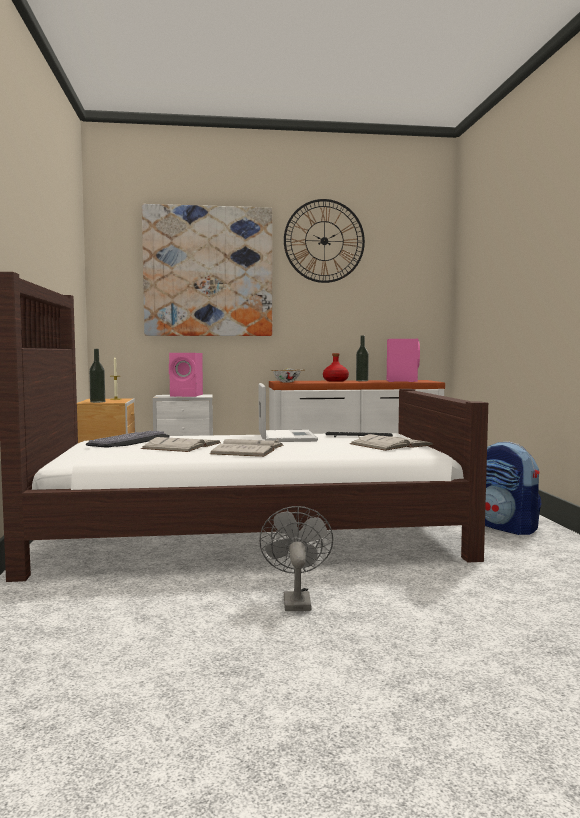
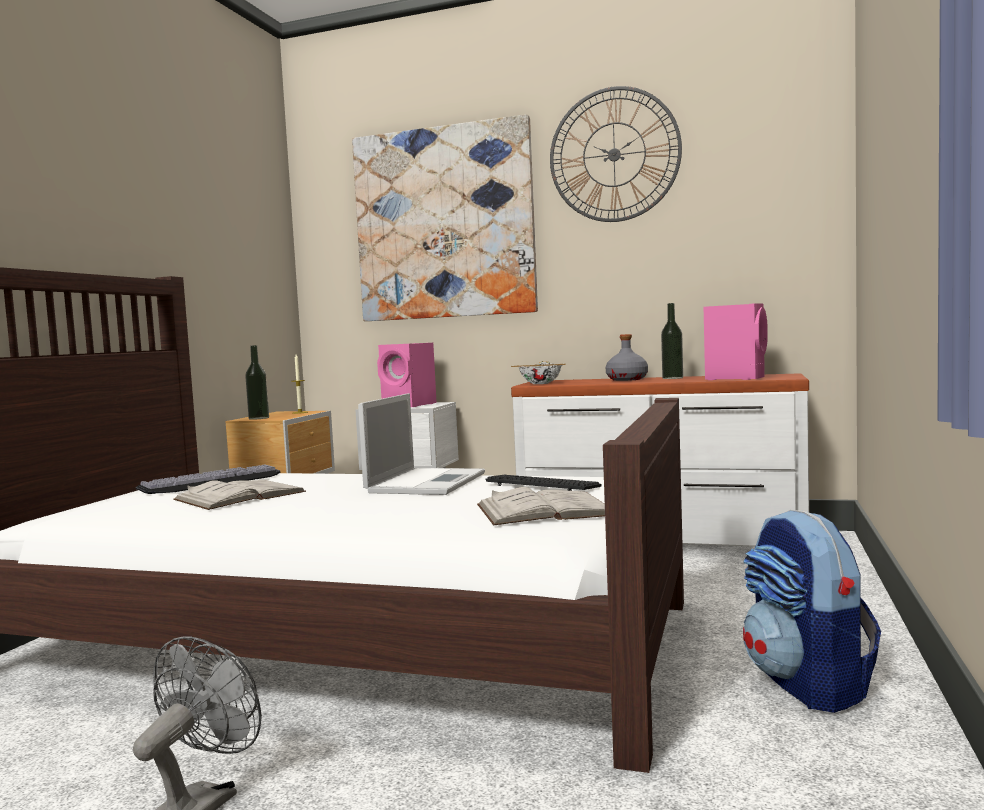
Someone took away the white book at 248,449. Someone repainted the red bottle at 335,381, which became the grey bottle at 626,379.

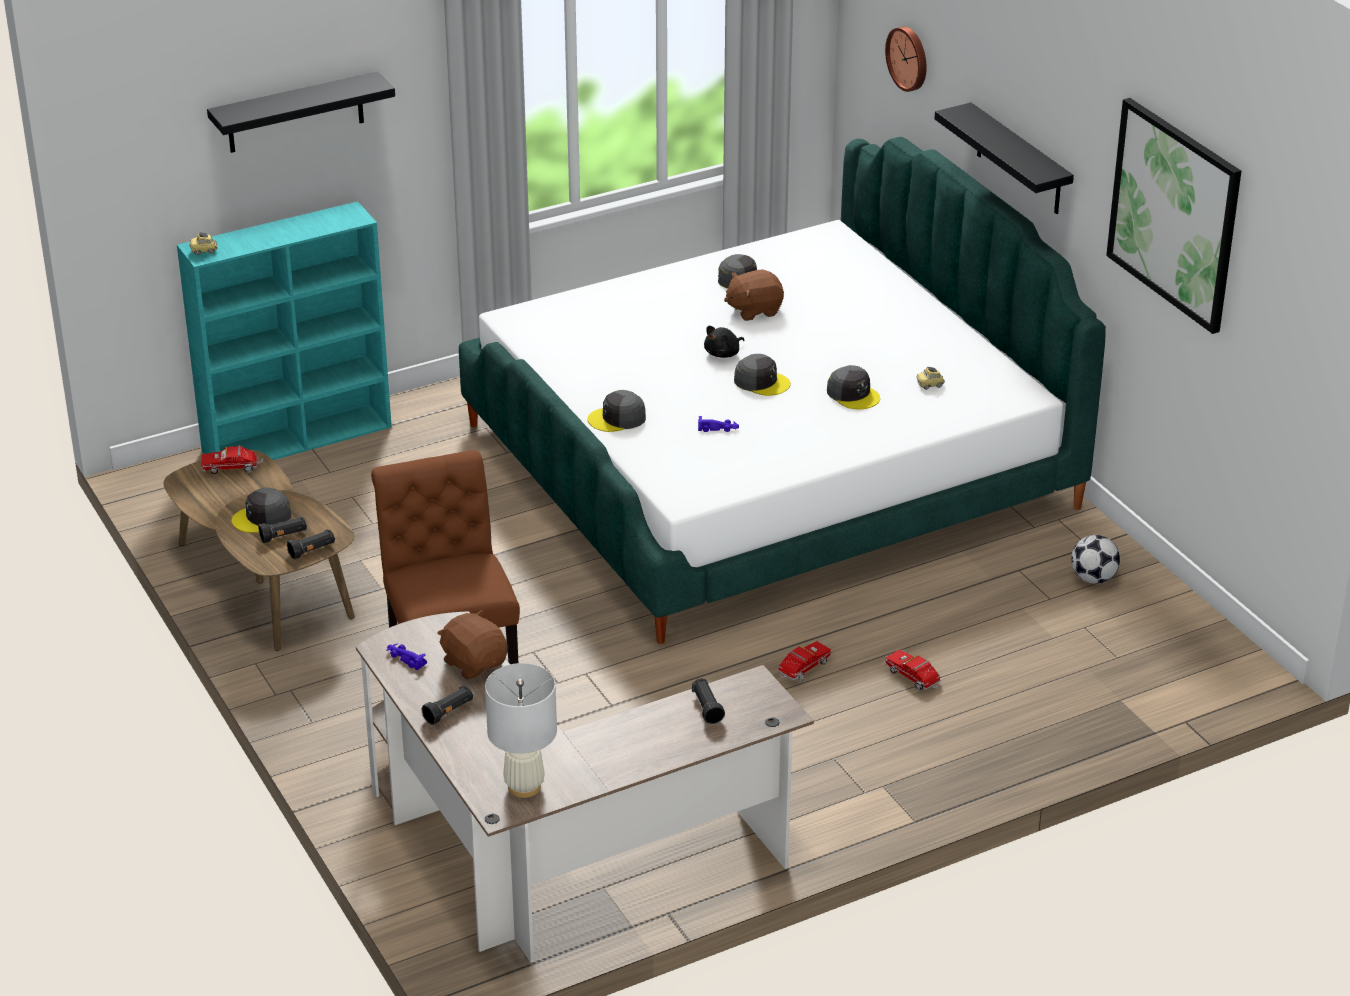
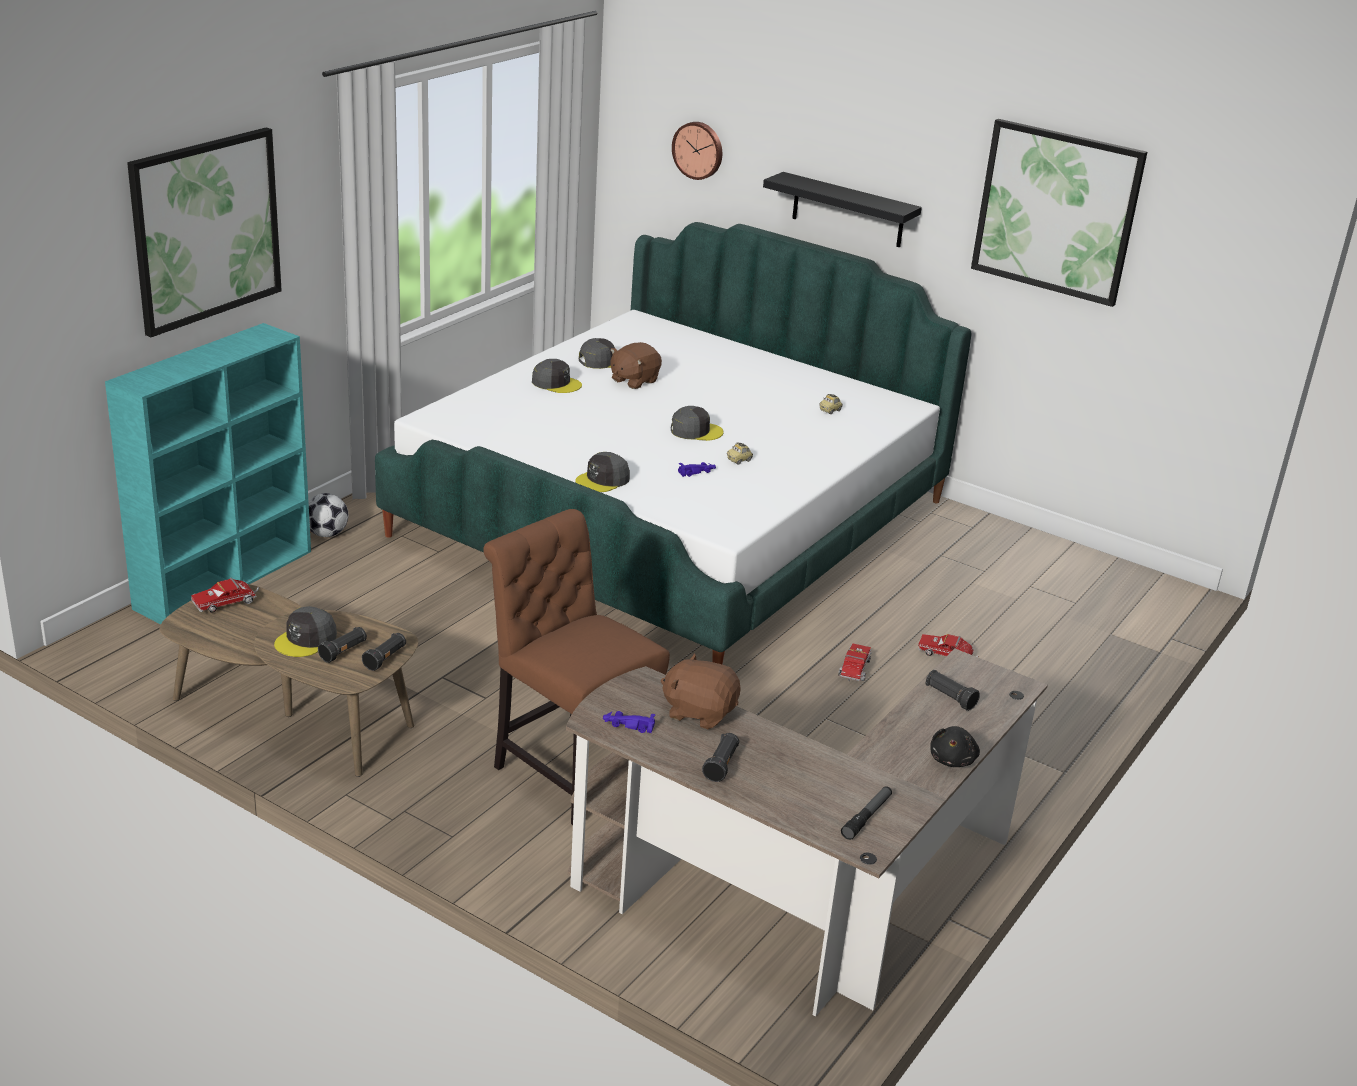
Someone carried the toy car from 204,251 to 739,460. Someone carried the black plush toy from 723,353 to 952,759. Someone carried the grey cap from 853,394 to 556,383. Someone carried the football from 1093,578 to 326,534. Someone swapped the black shelf at 295,113 for the picture at 206,229. Someone swapped the white table lamp at 524,787 for the flashlight at 867,817.

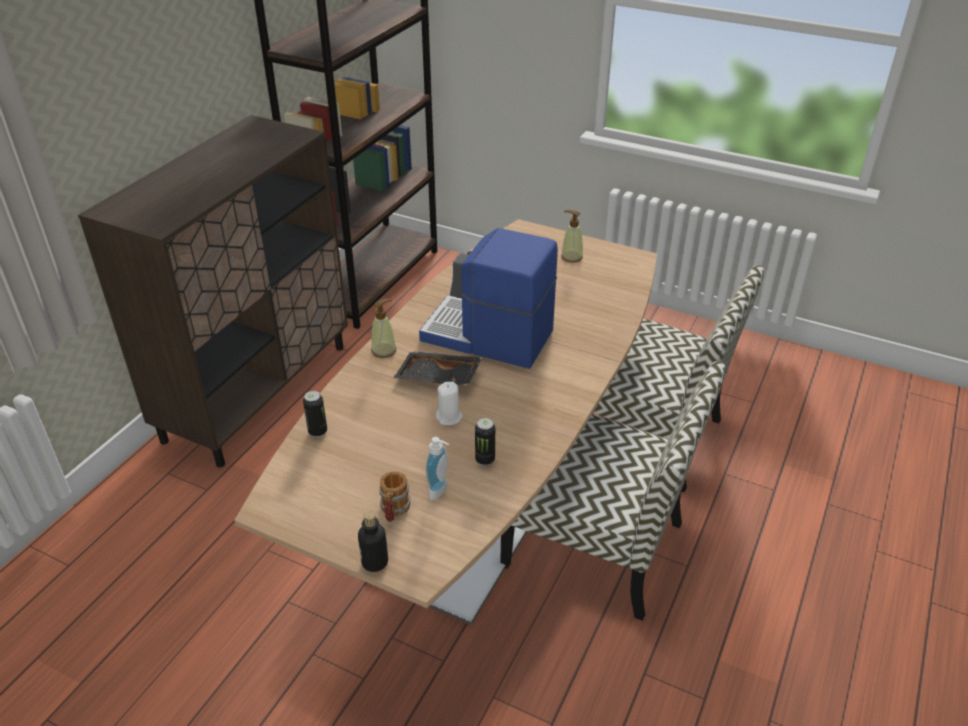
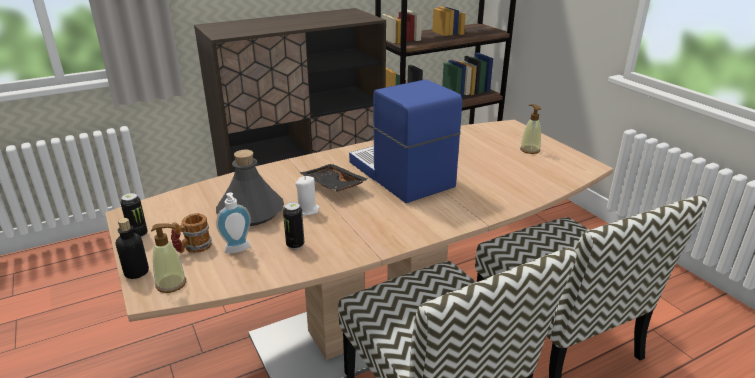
Someone put down the grey bottle at 251,212. Someone carried the can from 318,431 to 138,235. Someone carried the soap dispenser from 384,350 to 171,284.

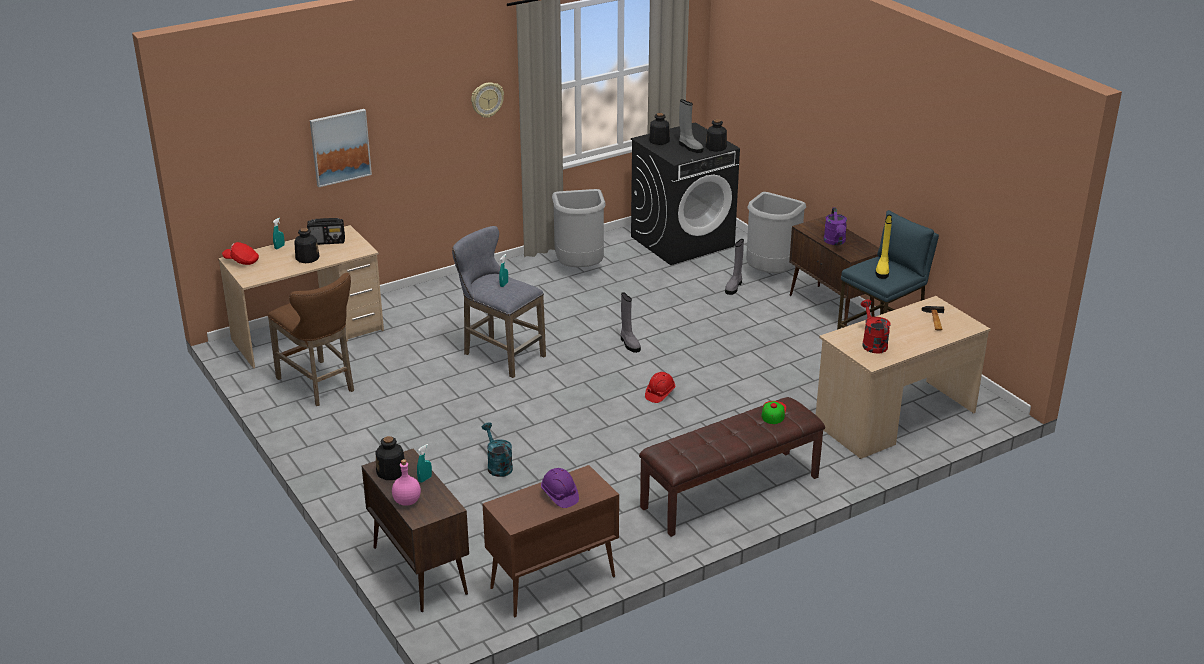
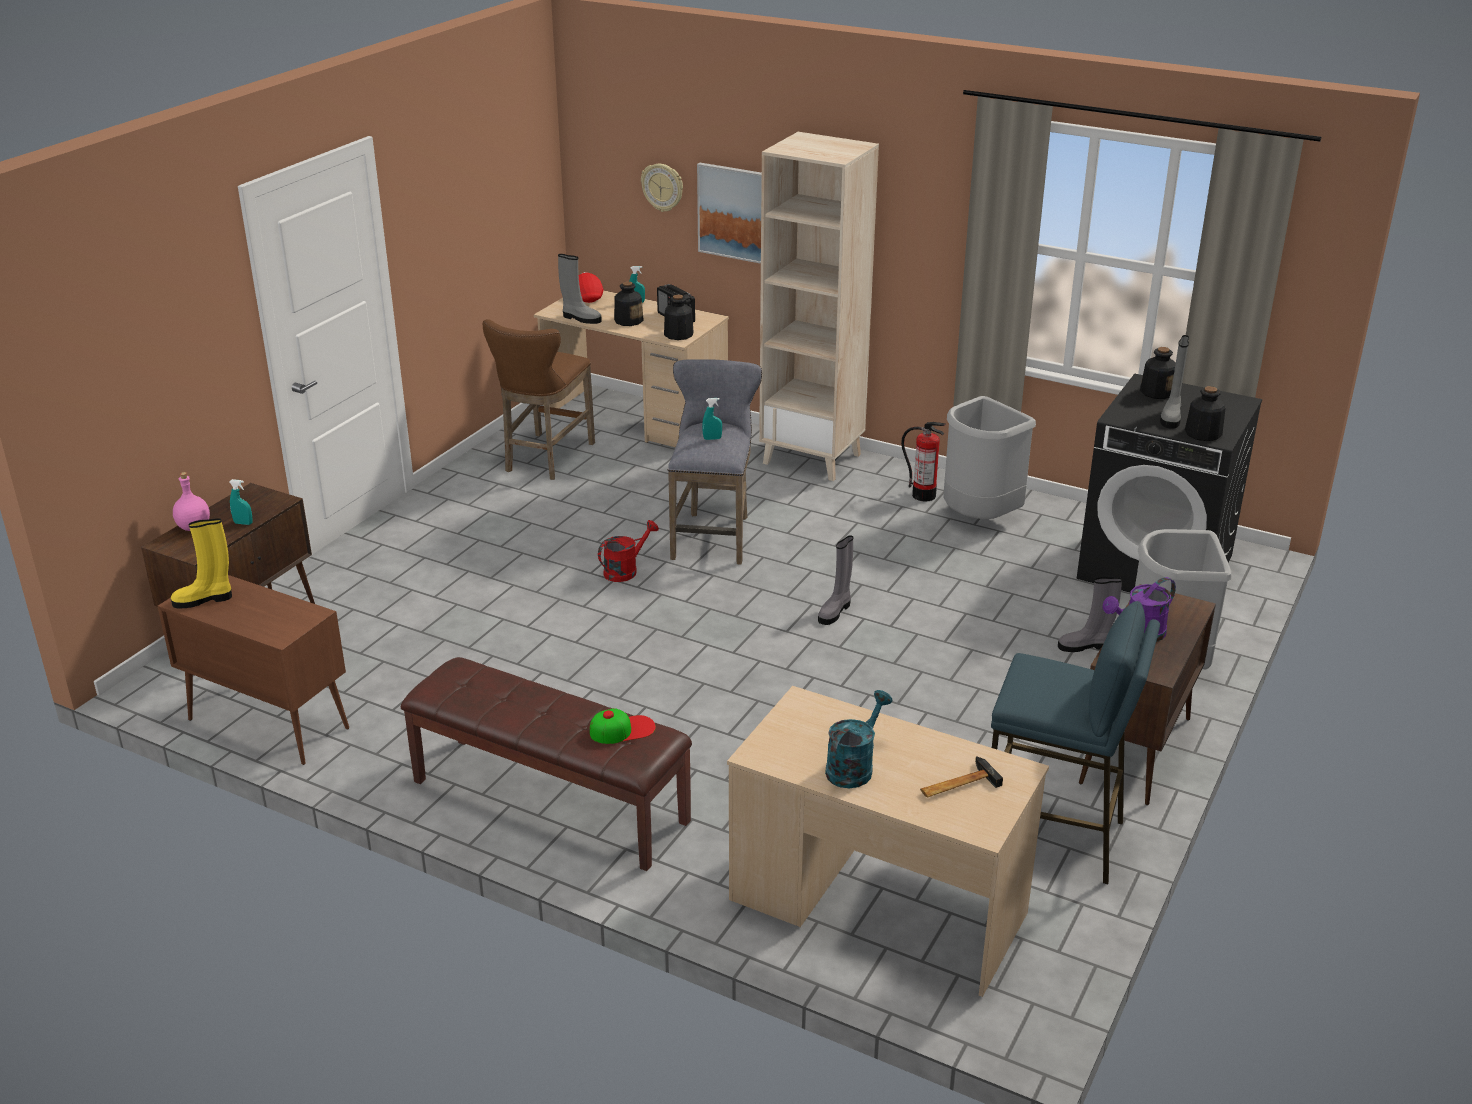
Someone took away the purple hard hat at 559,495. Someone took away the red hard hat at 659,394. Someone put down the grey boot at 580,318. Someone put down the beige bookcase at 813,459. Someone put down the fire extinguisher at 923,495. Someone carried the bottle from 391,472 to 678,334. Someone carried the wall clock from 487,99 to 663,187. Someone carried the turquoise watering can from 497,465 to 853,767. Someone carried the red watering can from 872,343 to 625,570. Someone carried the yellow boot from 882,270 to 204,599.

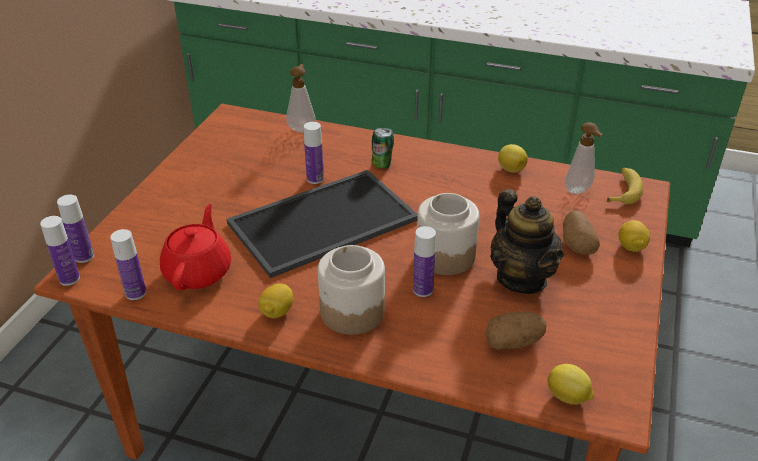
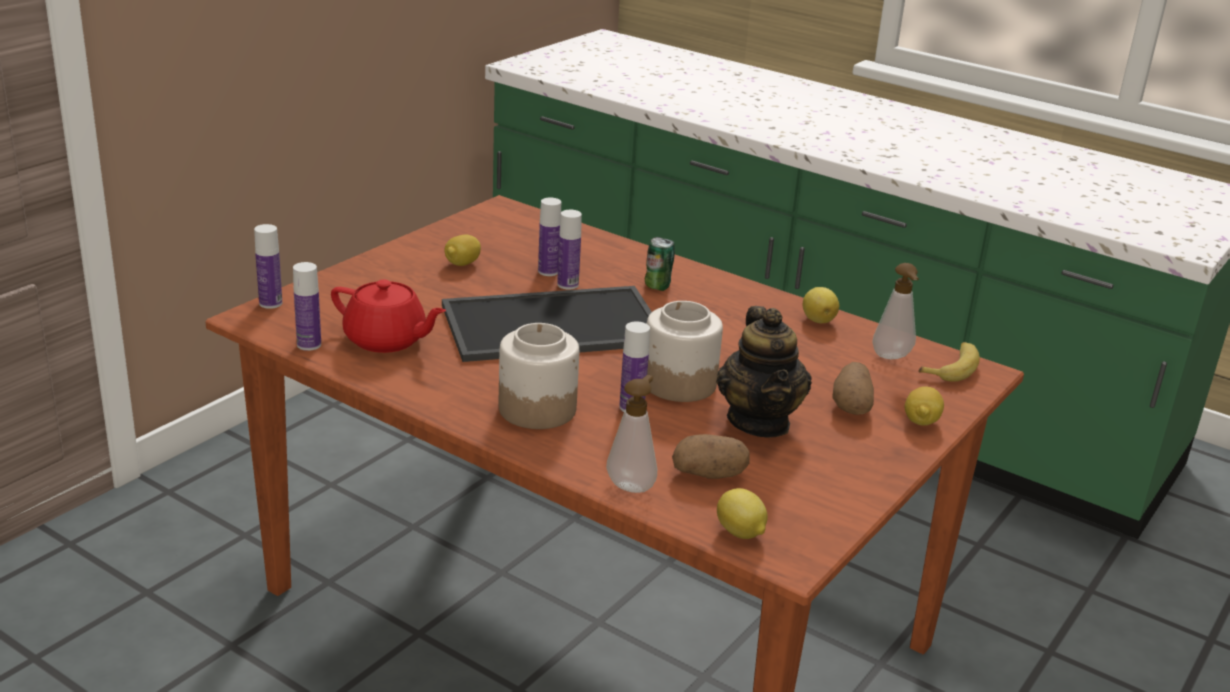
Someone carried the bottle from 69,279 to 548,271. Someone carried the lemon from 277,312 to 462,264. Someone carried the soap dispenser from 302,128 to 632,485. Someone rotated the red teapot at 199,271 by 90 degrees clockwise.

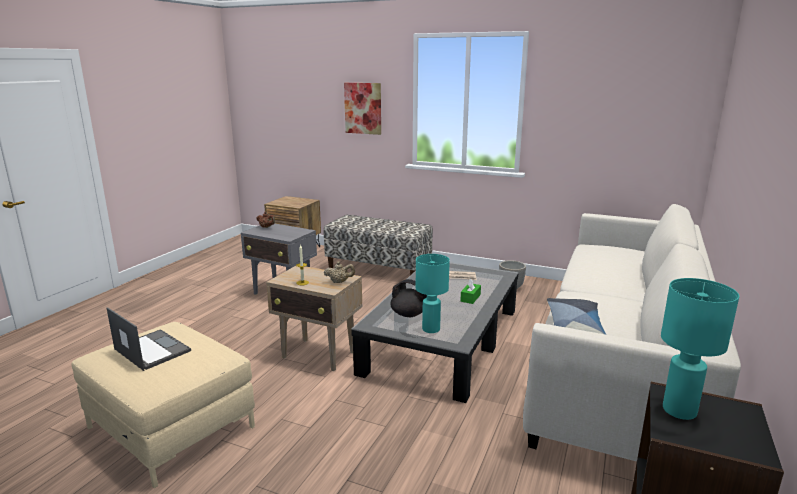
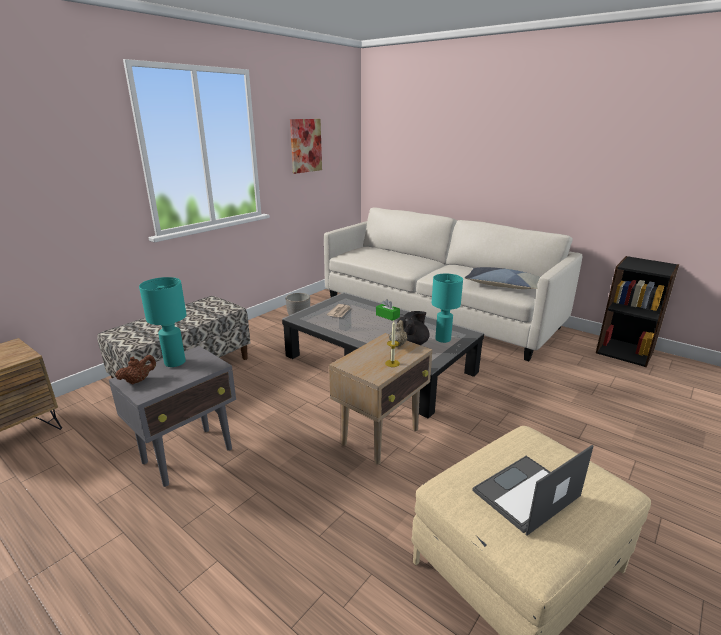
Someone carried the picture from 363,108 to 305,145. Someone carried the turquoise table lamp from 680,410 to 175,362.

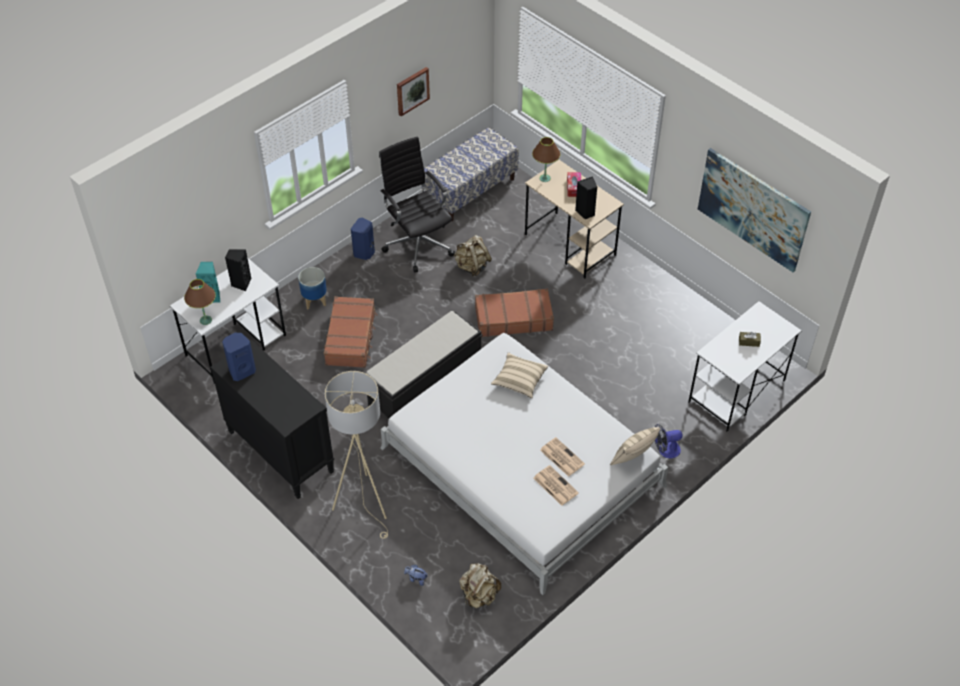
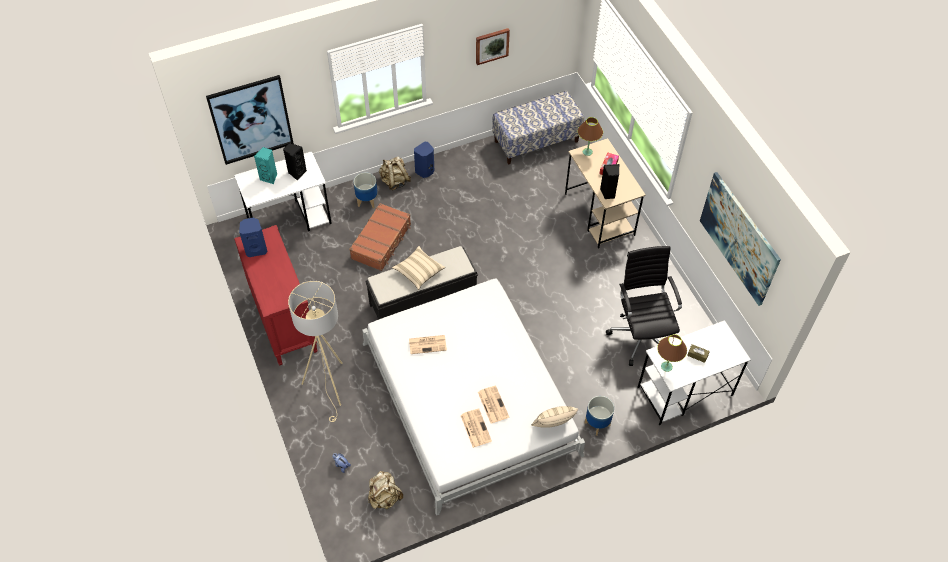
Someone took away the brown suitcase at 513,318. Someone put up the picture at 251,120. Someone put down the newspaper at 428,344. Someone carried the brown table lamp from 205,320 to 666,366. Someone carried the black office chair from 418,243 to 642,334. Someone carried the beige backpack from 472,266 to 394,181. Someone carried the beige pillow from 519,380 to 419,272. Someone swapped the fan at 665,450 for the planter at 597,424. Someone repainted the black dresser at 280,452, which became the red dresser at 283,321.

